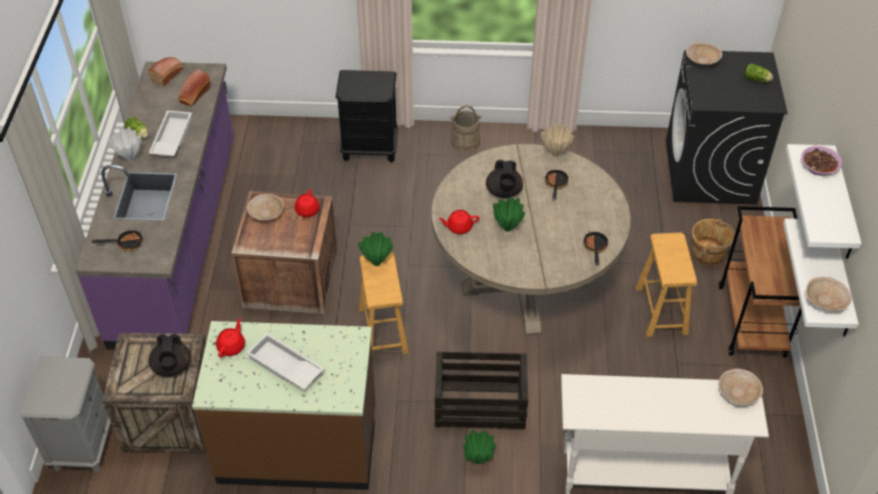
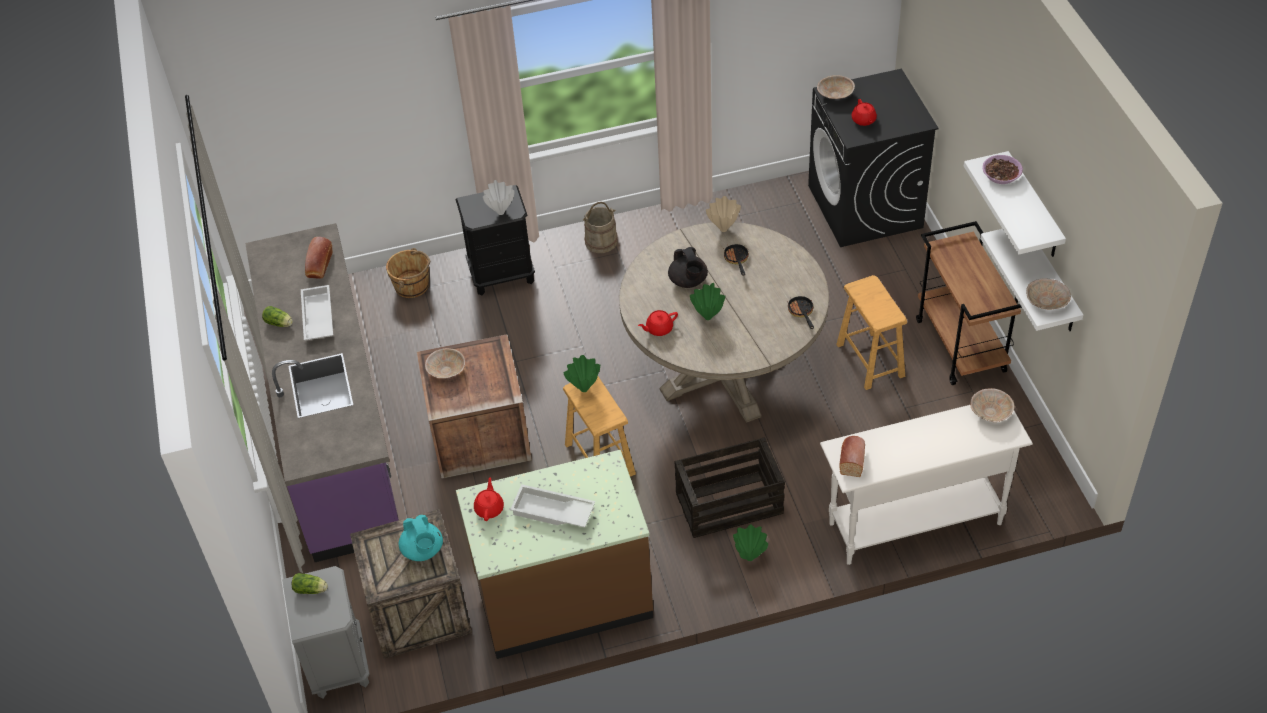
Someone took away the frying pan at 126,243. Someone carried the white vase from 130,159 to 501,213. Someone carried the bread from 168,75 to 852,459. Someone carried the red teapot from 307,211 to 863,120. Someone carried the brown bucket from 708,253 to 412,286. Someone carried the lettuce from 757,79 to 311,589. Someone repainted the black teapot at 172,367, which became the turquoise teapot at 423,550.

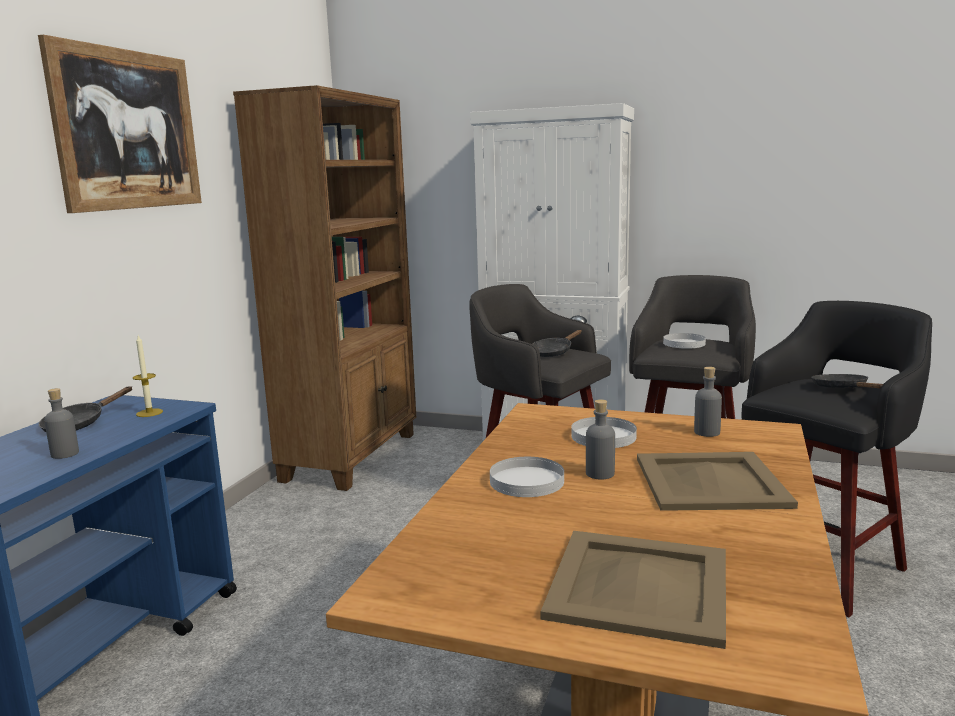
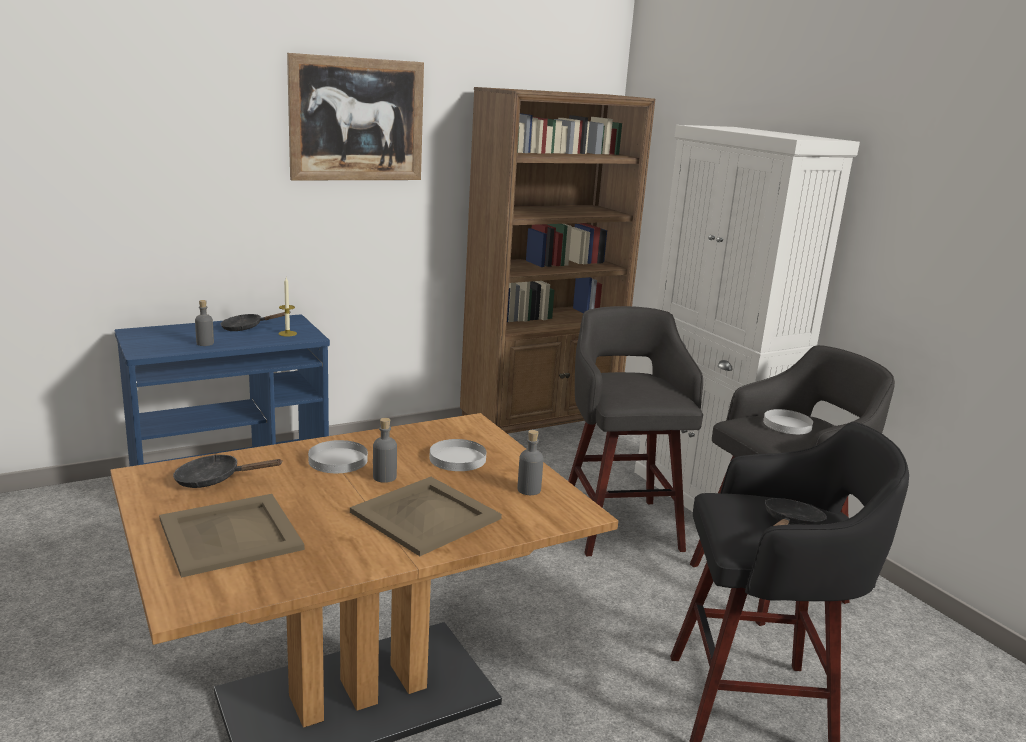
Someone carried the black frying pan from 553,352 to 214,480.

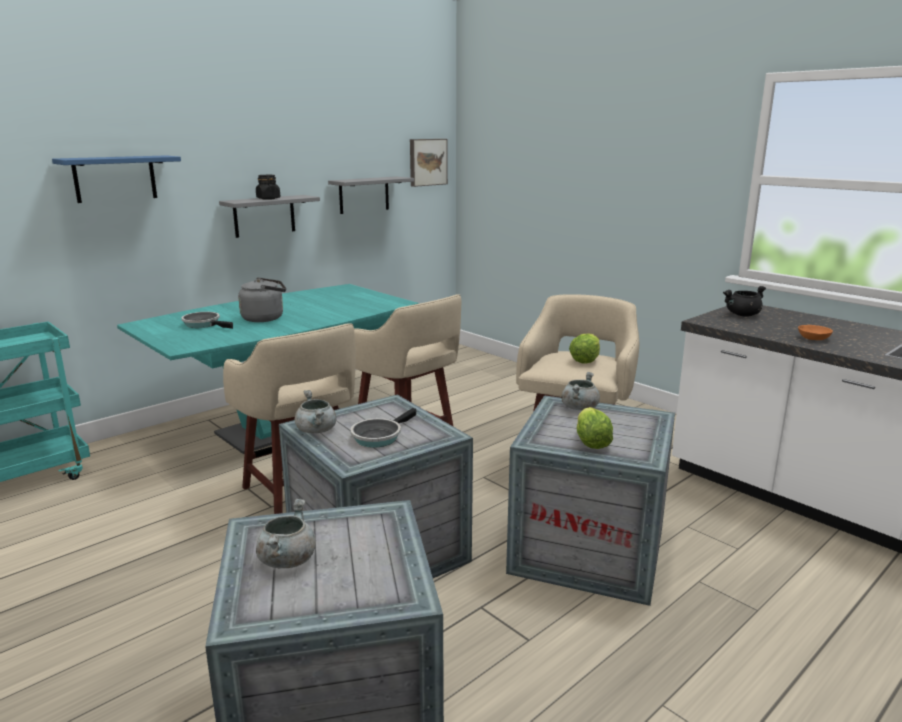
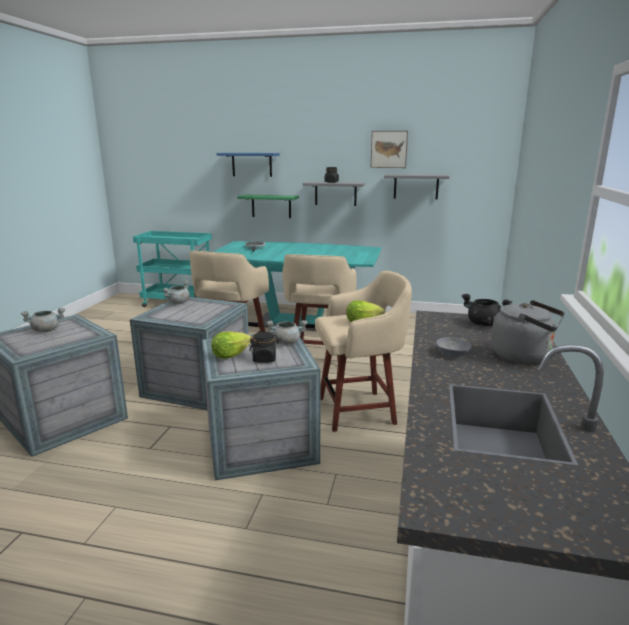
Someone took away the frying pan at 379,436. Someone put up the green shelf at 271,206. Someone put down the black jar at 264,359. Someone carried the grey kettle from 265,318 to 524,356. Someone carried the picture from 427,162 to 389,149. Someone repainted the orange bowl at 814,339, which became the grey bowl at 452,354.

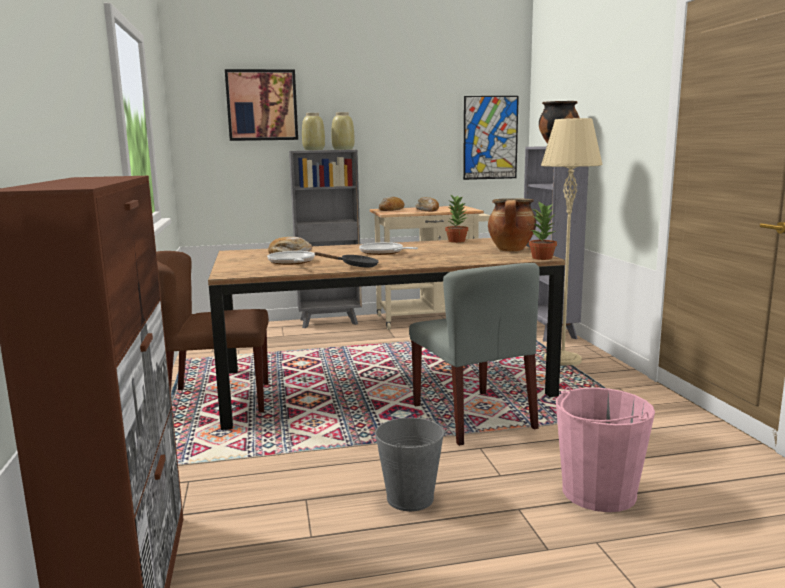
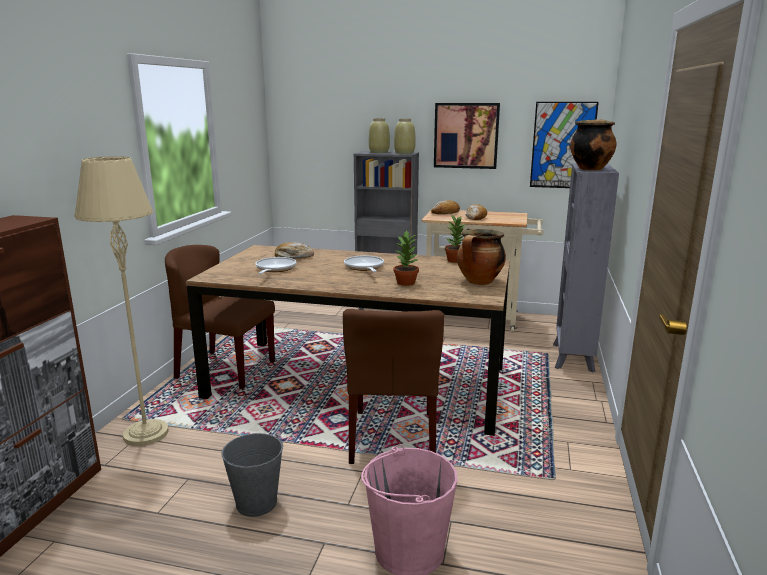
Someone took away the black frying pan at 355,266. Someone carried the picture from 262,105 to 466,135. Someone carried the potted plant from 542,258 to 406,282. Someone carried the beige floor lamp from 562,360 to 146,434. Someone repainted the grey chair at 473,417, which became the brown chair at 393,437.

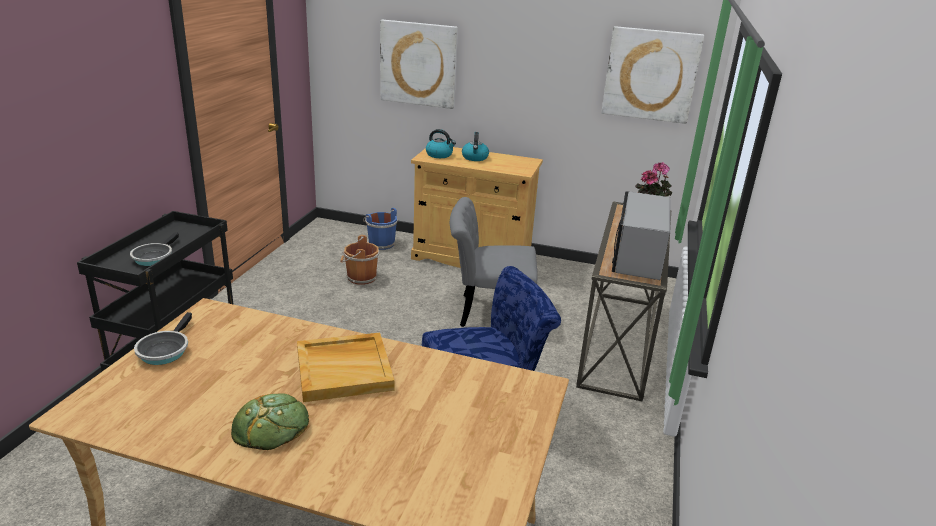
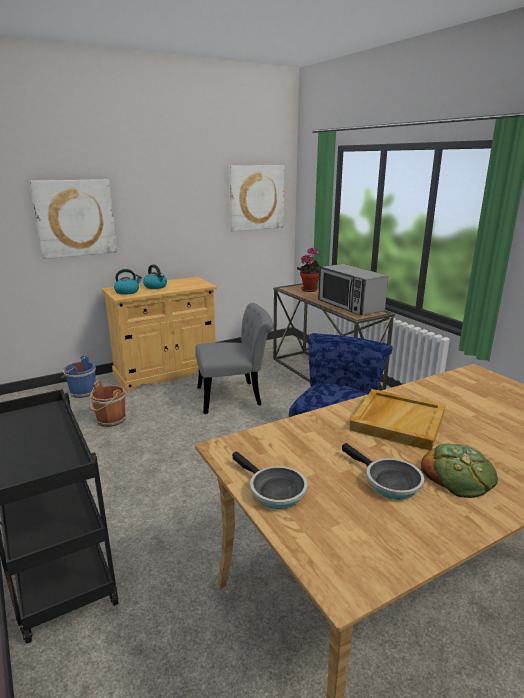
Someone carried the frying pan from 154,257 to 388,482. Someone rotated the grey chair at 487,312 by 150 degrees counterclockwise.

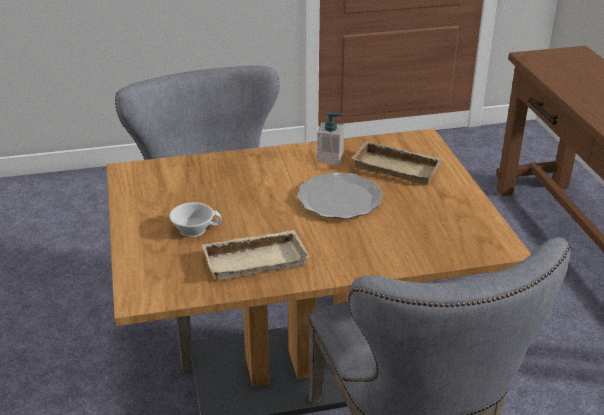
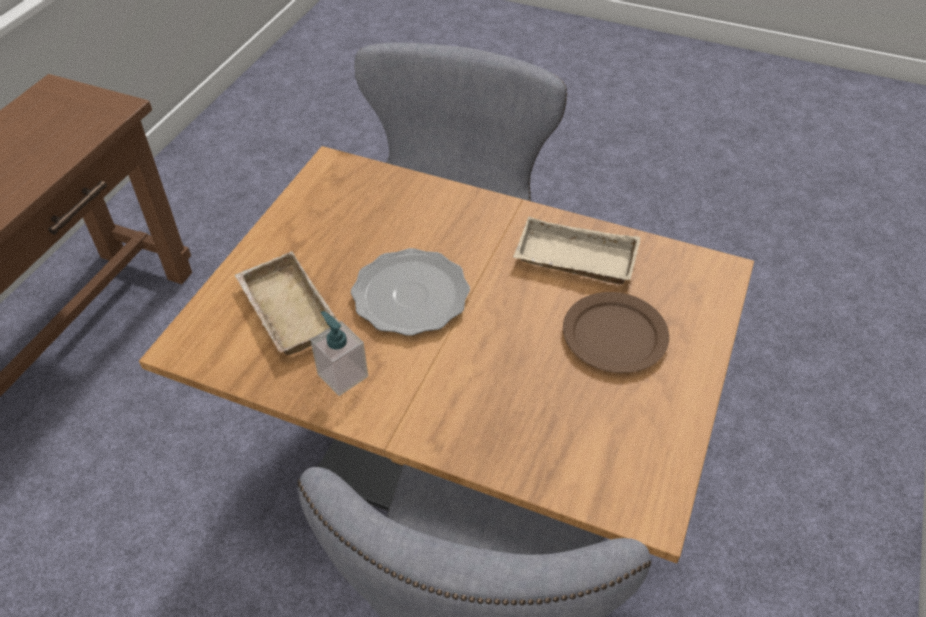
Someone swapped the white cup at 194,228 for the brown plate at 614,336.

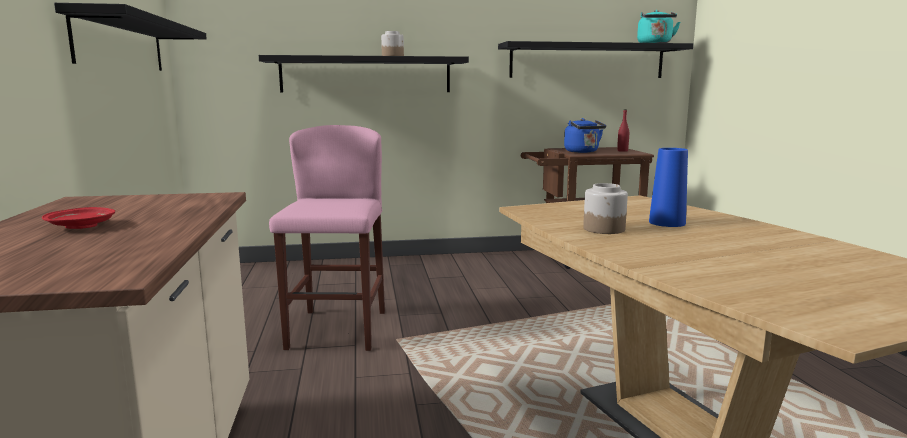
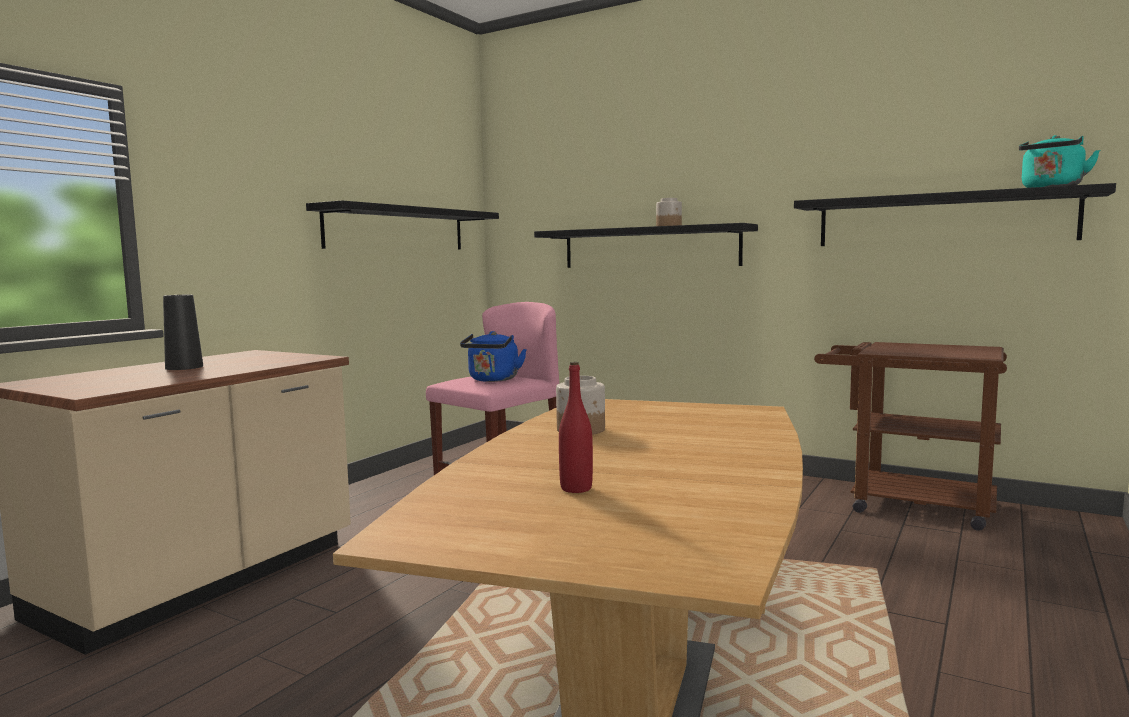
Someone took away the blue vase at 667,223. Someone carried the blue kettle from 583,152 to 493,380. Someone carried the red bottle from 622,151 to 576,488. Someone swapped the red plate at 81,226 for the black vase at 184,367.

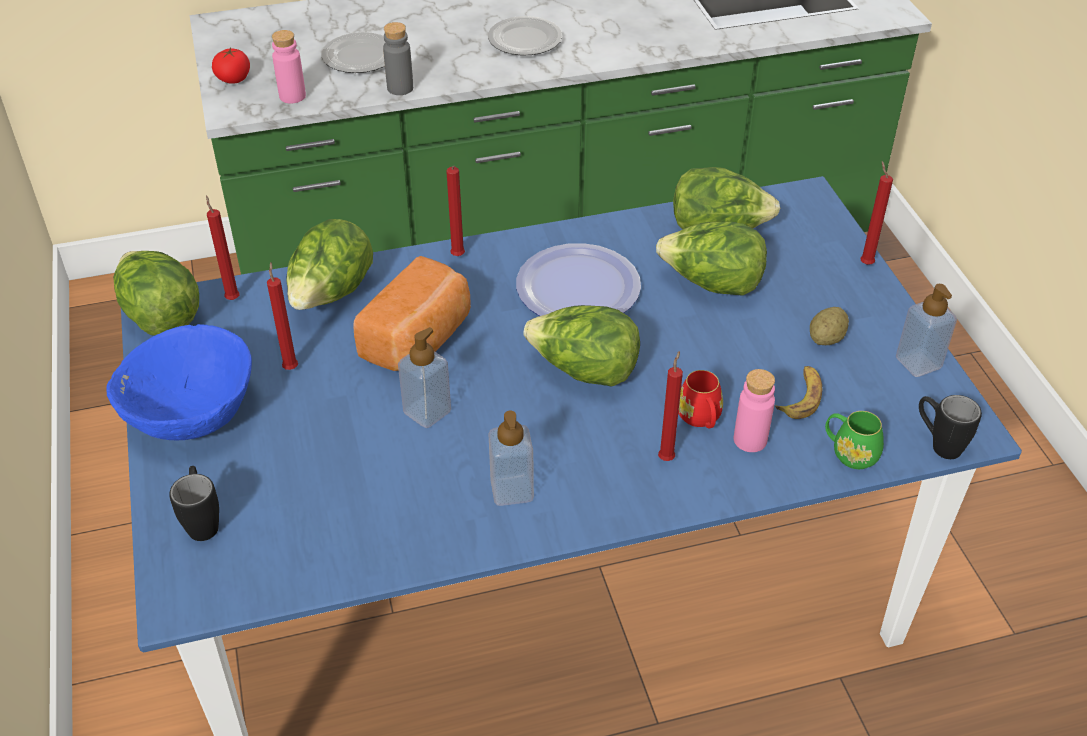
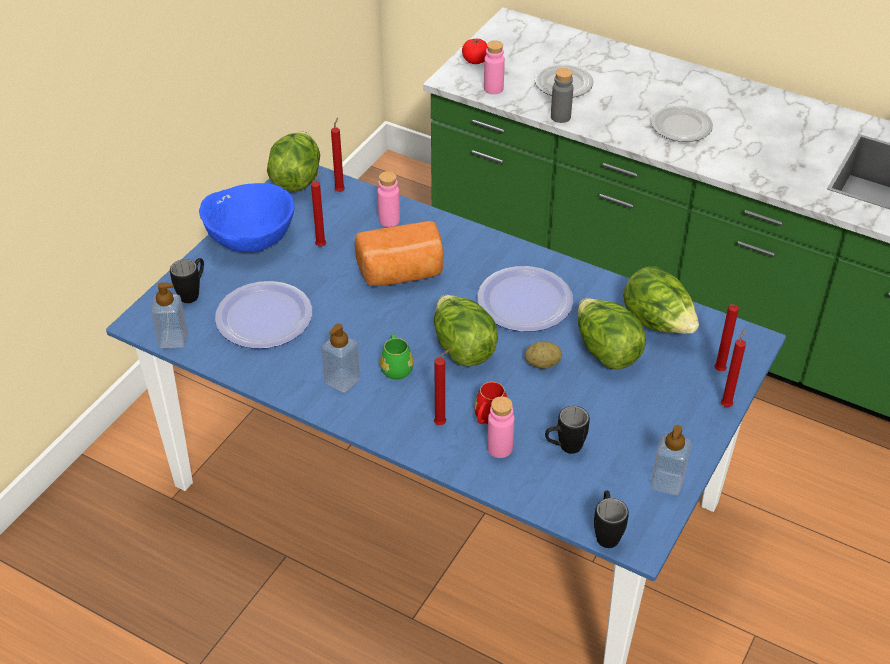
Someone put down the plate at 264,317. Someone carried the soap dispenser from 427,412 to 173,339. Someone carried the red candle from 457,257 to 718,371. Someone carried the potato from 826,339 to 542,364. Someone carried the green mug from 849,453 to 396,367. Someone swapped the lettuce at 331,295 for the pink bottle at 389,220. Someone swapped the banana at 801,396 for the black mug at 564,448.

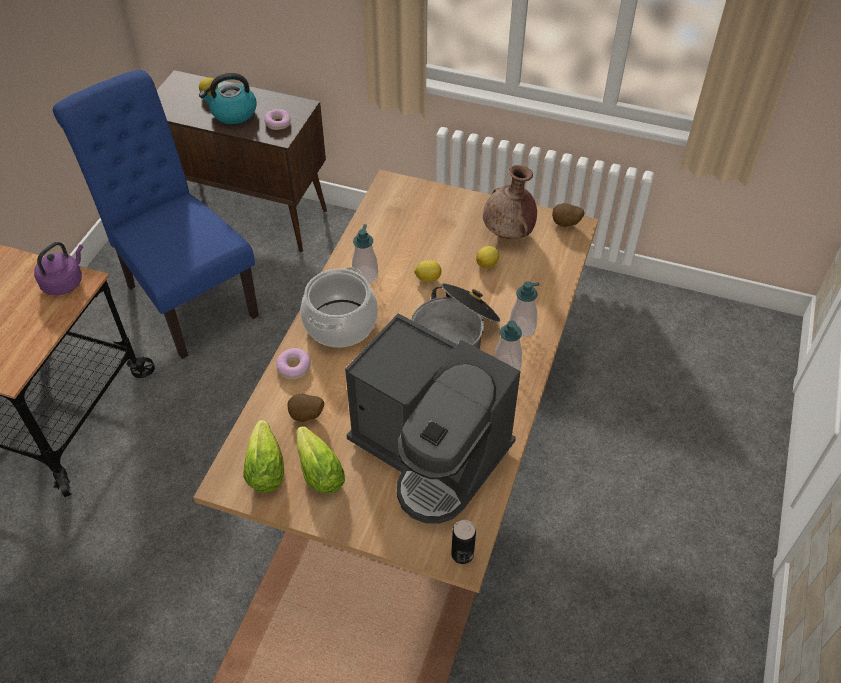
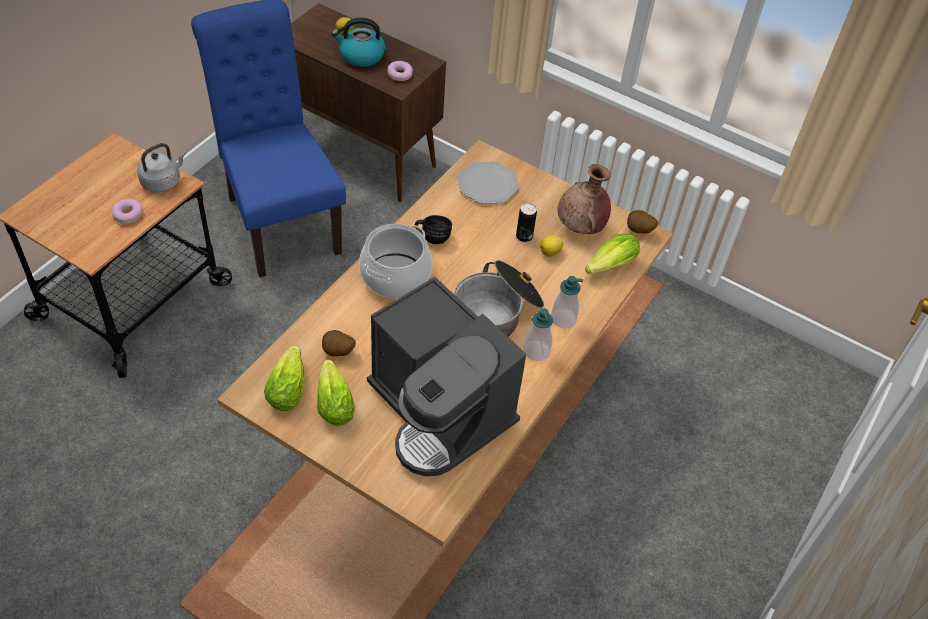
Someone took away the lemon at 427,278. Someone put down the plate at 487,184. Someone put down the lettuce at 608,267. Someone carried the donut from 294,367 to 128,214. Someone carried the can from 462,554 to 524,236. Someone swapped the soap dispenser at 365,275 for the black mug at 432,237. Someone repainted the purple kettle at 64,282, which became the grey kettle at 163,181.

